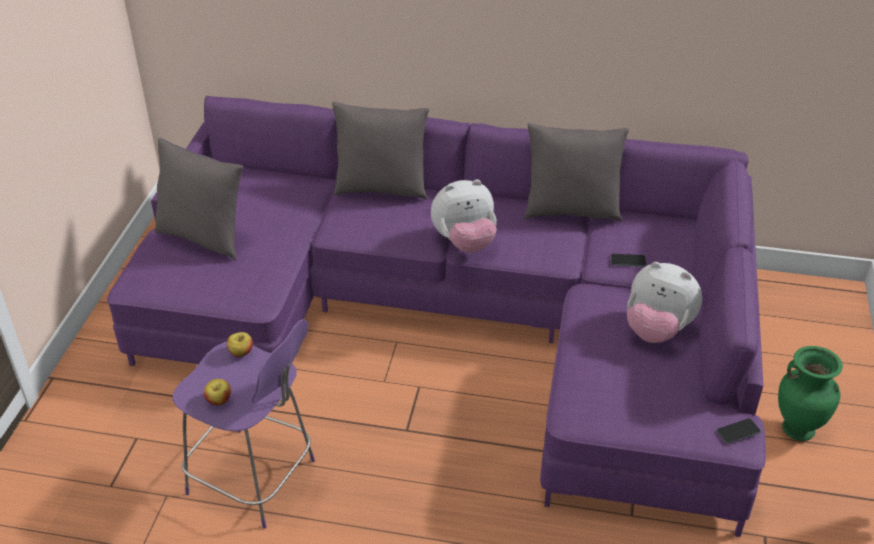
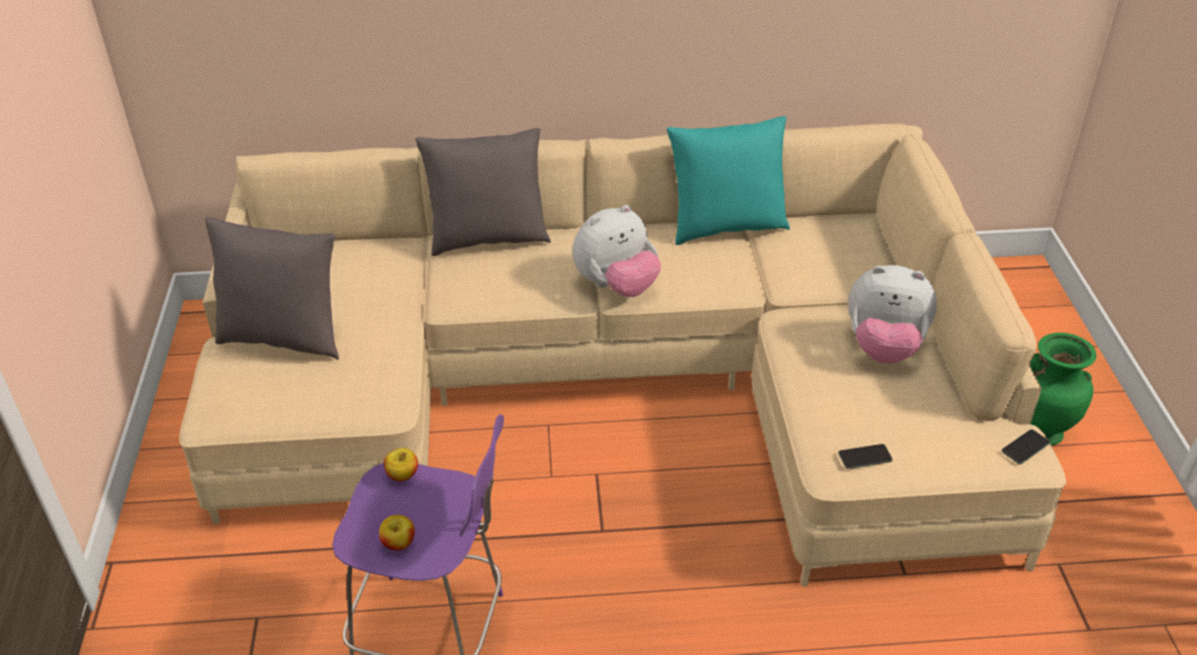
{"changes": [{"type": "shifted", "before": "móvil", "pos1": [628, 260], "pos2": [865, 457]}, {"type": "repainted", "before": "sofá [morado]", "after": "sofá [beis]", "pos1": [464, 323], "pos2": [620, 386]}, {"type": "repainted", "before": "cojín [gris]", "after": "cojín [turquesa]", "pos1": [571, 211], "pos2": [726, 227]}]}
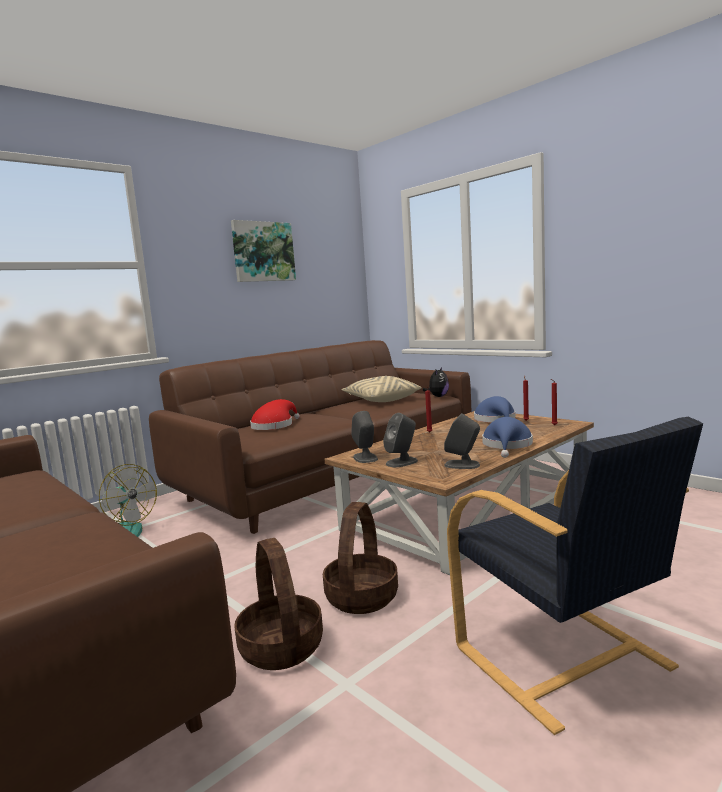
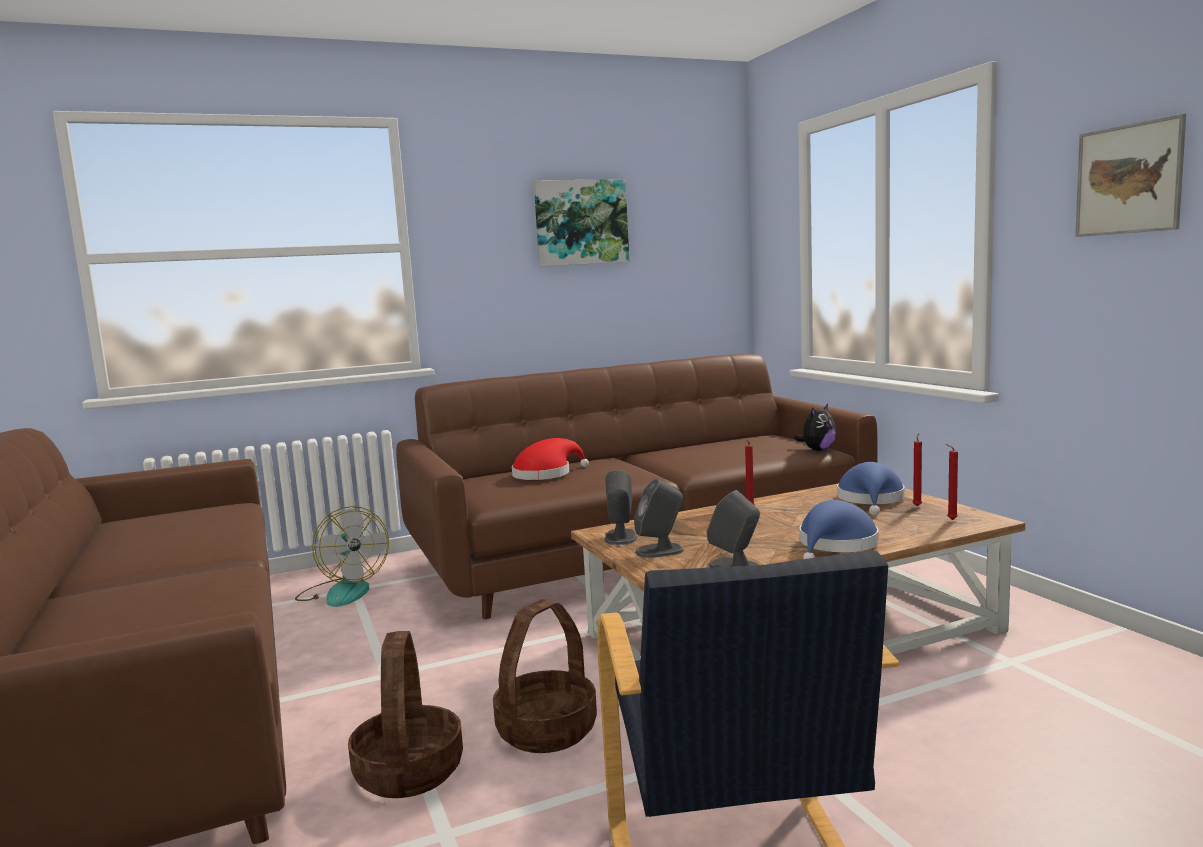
{"changes": [{"type": "gone", "before": "cojín [beis]", "pos1": [381, 400]}, {"type": "new", "after": "cuadro", "pos2": [1128, 179]}]}
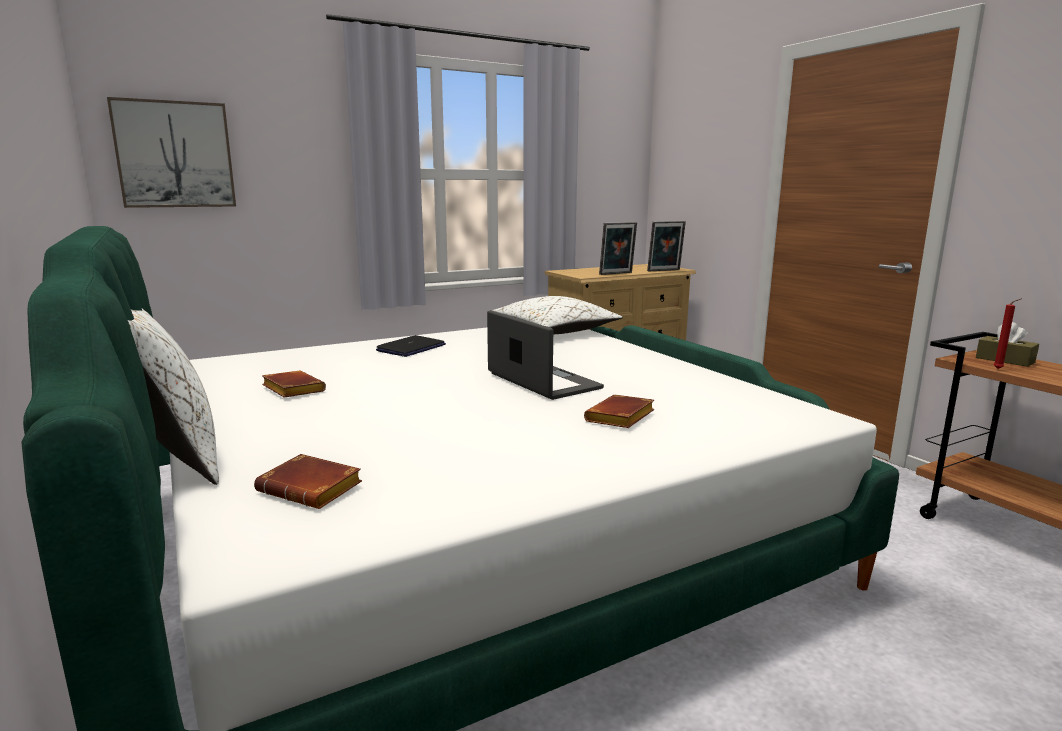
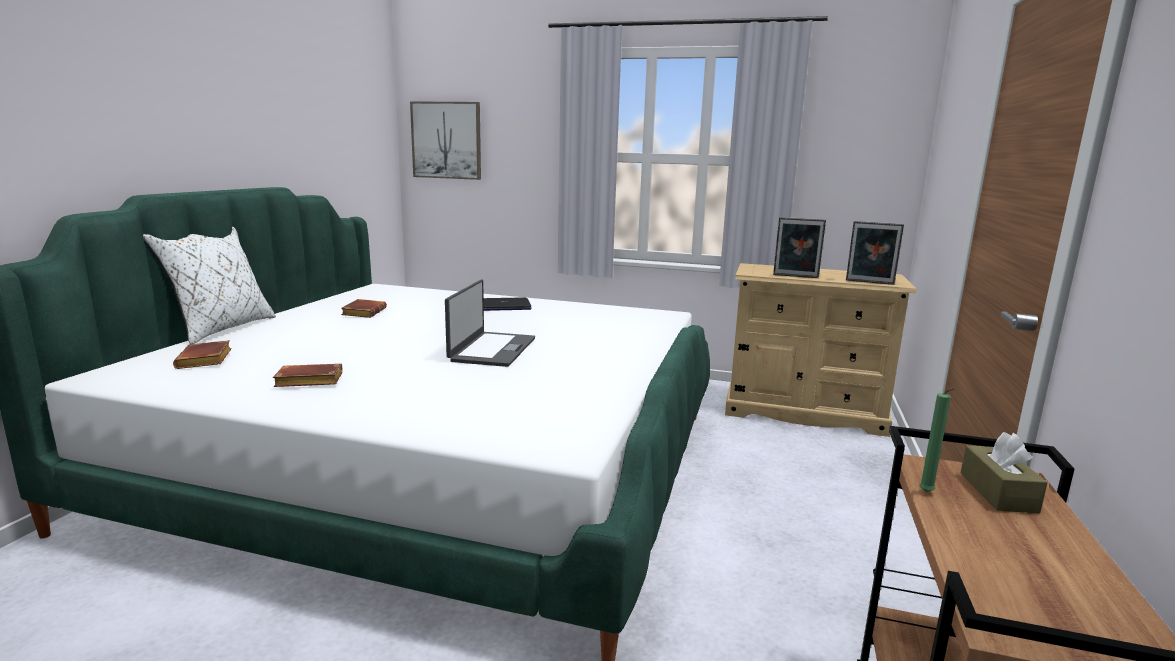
{"changes": [{"type": "gone", "before": "cojín [blanco]", "pos1": [555, 330]}, {"type": "shifted", "before": "libro [marrón]", "pos1": [621, 418], "pos2": [307, 382]}, {"type": "repainted", "before": "vela [rojo]", "after": "vela [verde]", "pos1": [999, 369], "pos2": [927, 493]}]}
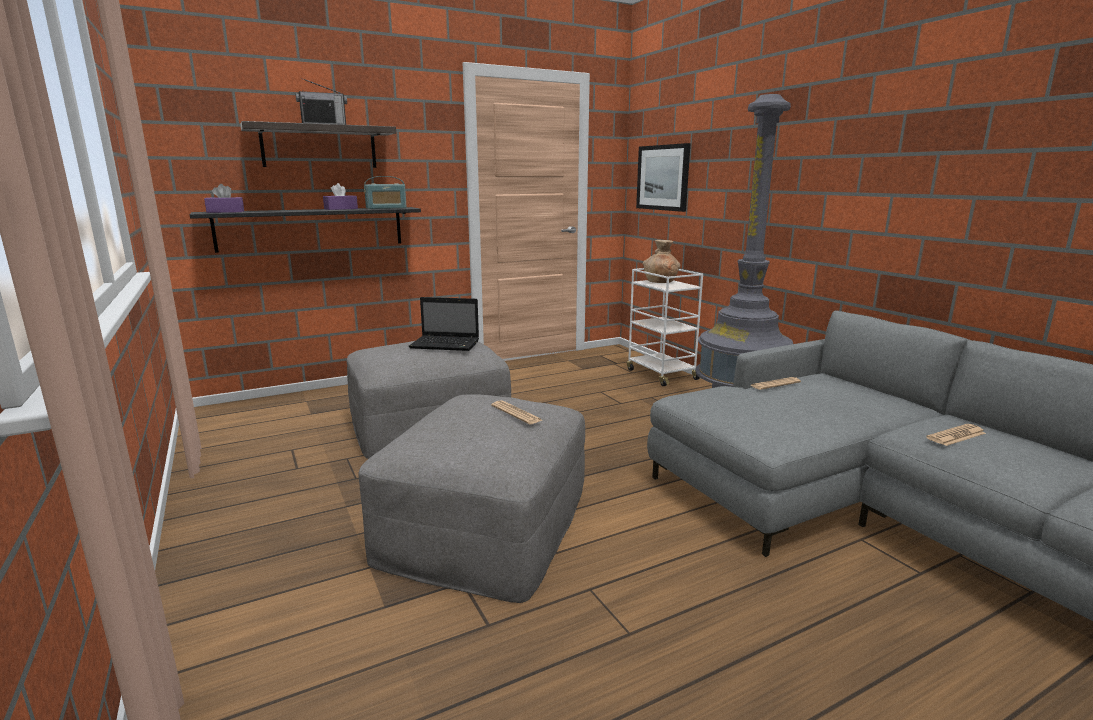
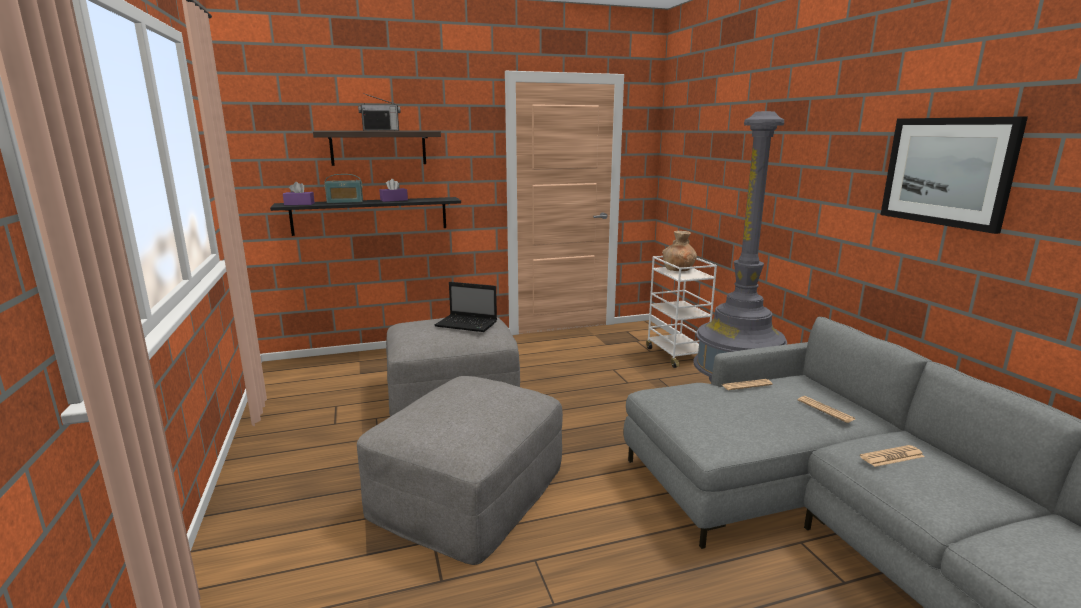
{"changes": [{"type": "shifted", "before": "radio", "pos1": [386, 208], "pos2": [345, 202]}, {"type": "shifted", "before": "periódico", "pos1": [516, 413], "pos2": [825, 410]}, {"type": "shifted", "before": "cuadro", "pos1": [663, 177], "pos2": [947, 171]}]}
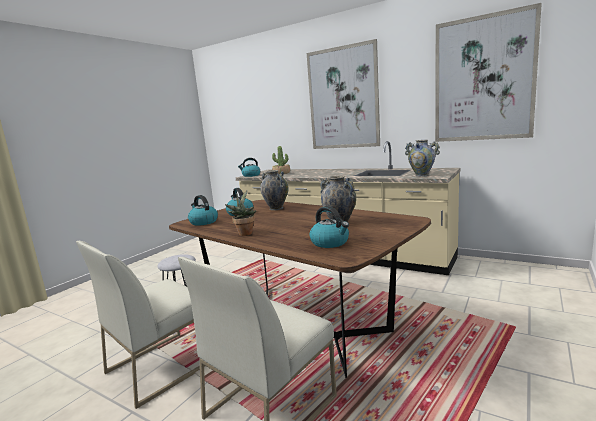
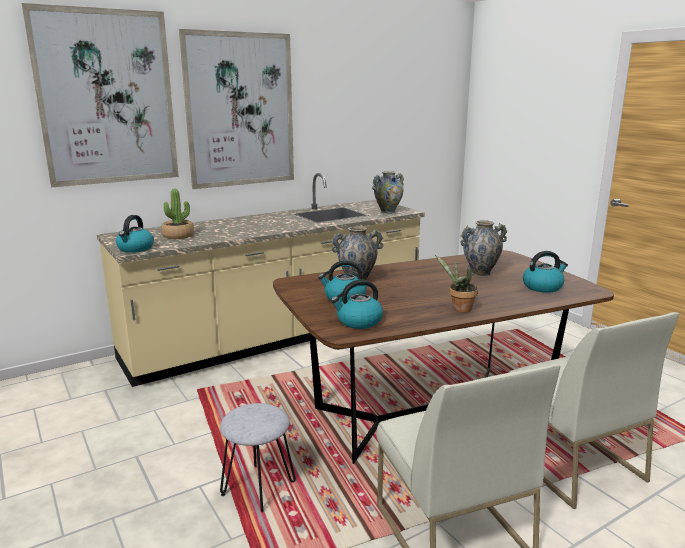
{"changes": [{"type": "shifted", "before": "cuadro", "pos1": [483, 79], "pos2": [107, 98]}]}
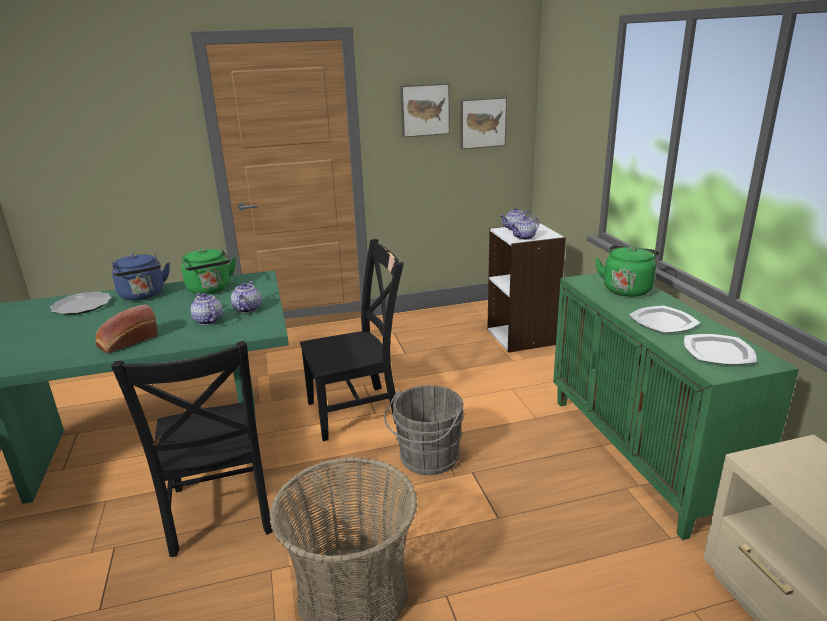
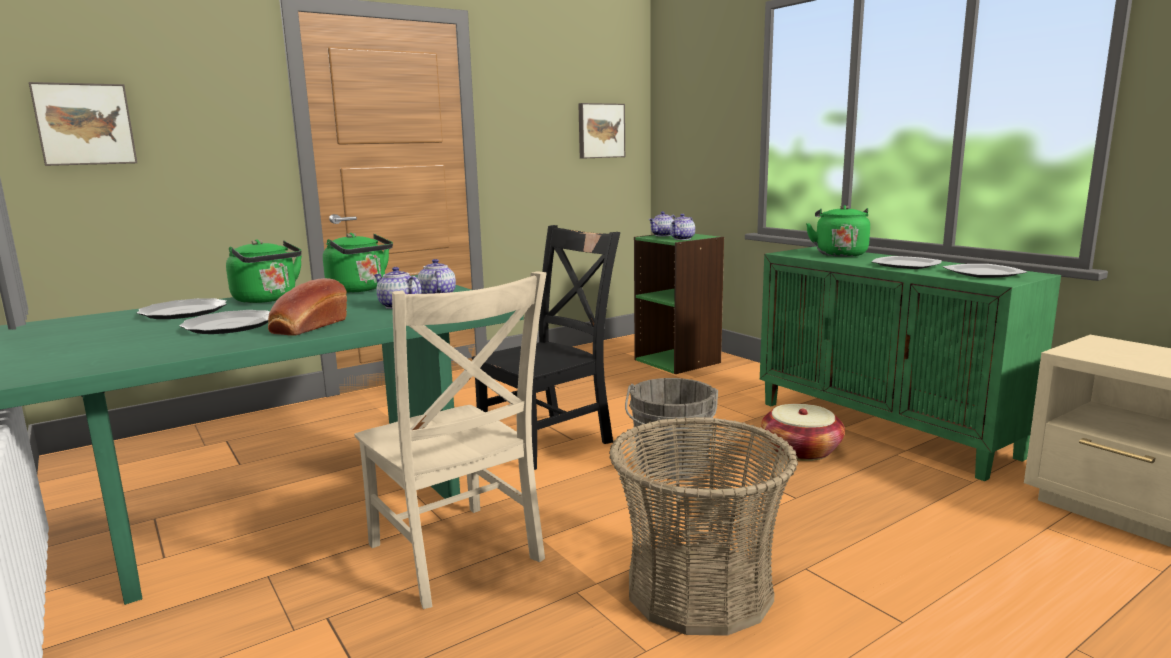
{"changes": [{"type": "new", "after": "plato", "pos2": [229, 326]}, {"type": "new", "after": "cesta", "pos2": [801, 450]}, {"type": "shifted", "before": "cuadro", "pos1": [424, 110], "pos2": [85, 124]}, {"type": "repainted", "before": "hervidor [azul]", "after": "hervidor [verde]", "pos1": [143, 295], "pos2": [268, 299]}, {"type": "repainted", "before": "silla [negro]", "after": "silla [beis]", "pos1": [220, 514], "pos2": [457, 556]}, {"type": "repainted", "before": "estantería [blanco]", "after": "estantería [verde]", "pos1": [522, 336], "pos2": [678, 361]}]}
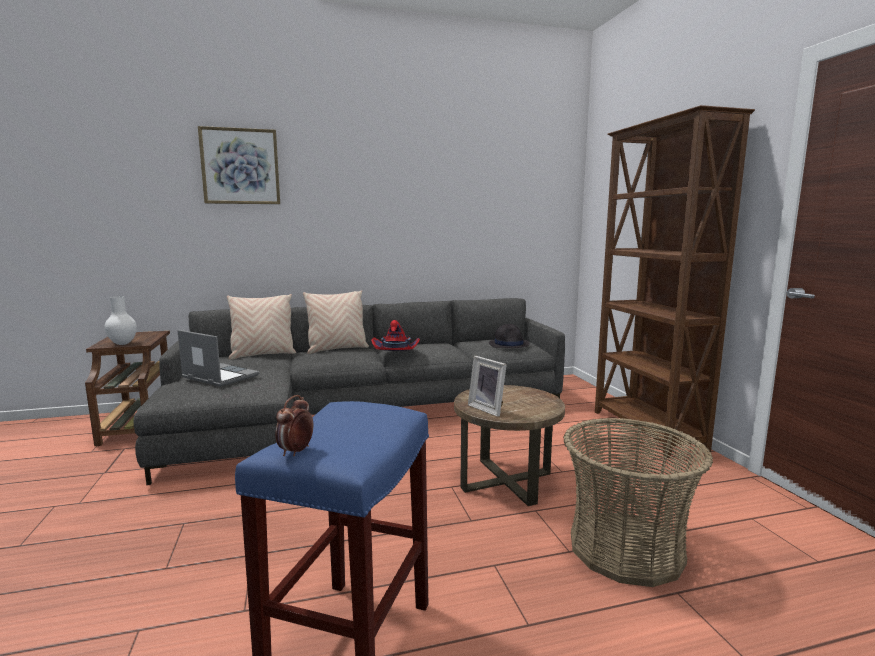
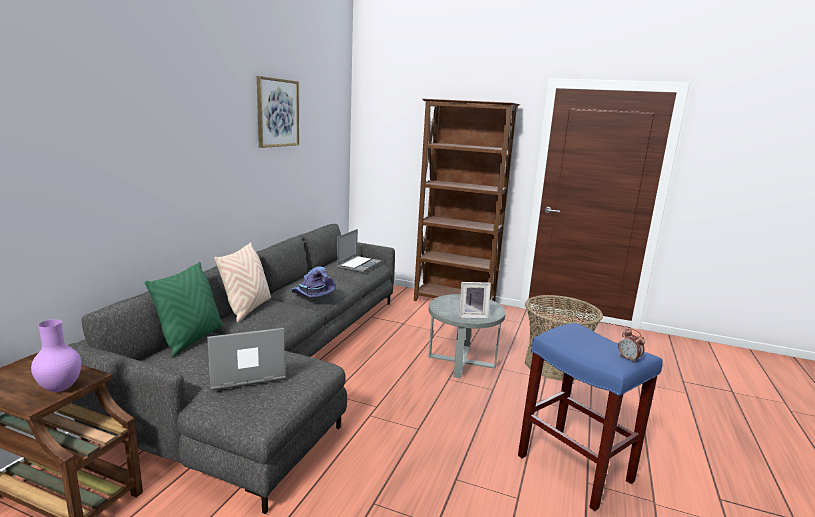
{"changes": [{"type": "shifted", "before": "cuadro", "pos1": [240, 166], "pos2": [277, 113]}, {"type": "swapped", "before": "sombrero [negro]", "after": "portátil", "pos1": [509, 344], "pos2": [359, 265]}, {"type": "repainted", "before": "florero [blanco]", "after": "florero [morado]", "pos1": [123, 343], "pos2": [60, 388]}, {"type": "repainted", "before": "cojín [beis]", "after": "cojín [verde]", "pos1": [263, 355], "pos2": [191, 340]}, {"type": "repainted", "before": "sombrero [rojo]", "after": "sombrero [morado]", "pos1": [396, 353], "pos2": [311, 296]}, {"type": "repainted", "before": "mesa auxiliar [marrón]", "after": "mesa auxiliar [gris]", "pos1": [506, 480], "pos2": [461, 361]}]}
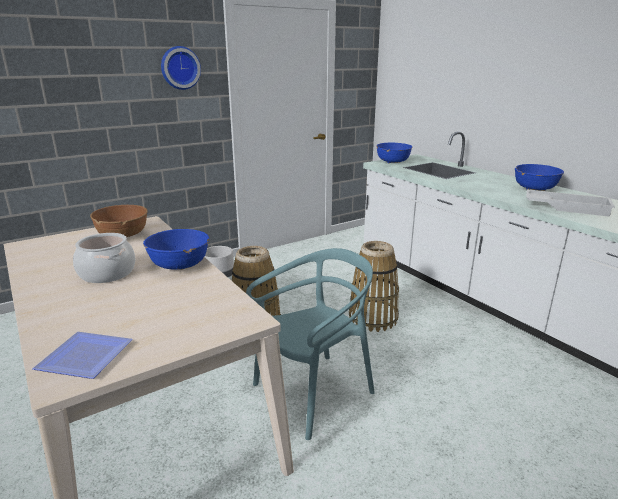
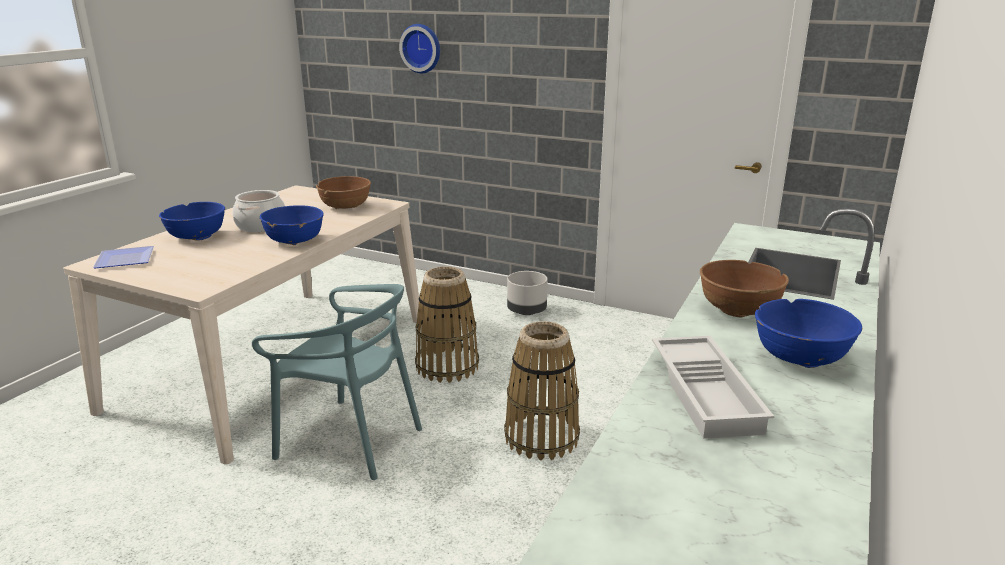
{"changes": [{"type": "new", "after": "cuenco [marrón]", "pos2": [738, 309]}, {"type": "shifted", "before": "reloj de pared", "pos1": [180, 68], "pos2": [422, 48]}, {"type": "shifted", "before": "cuenco [azul]", "pos1": [393, 162], "pos2": [196, 237]}]}
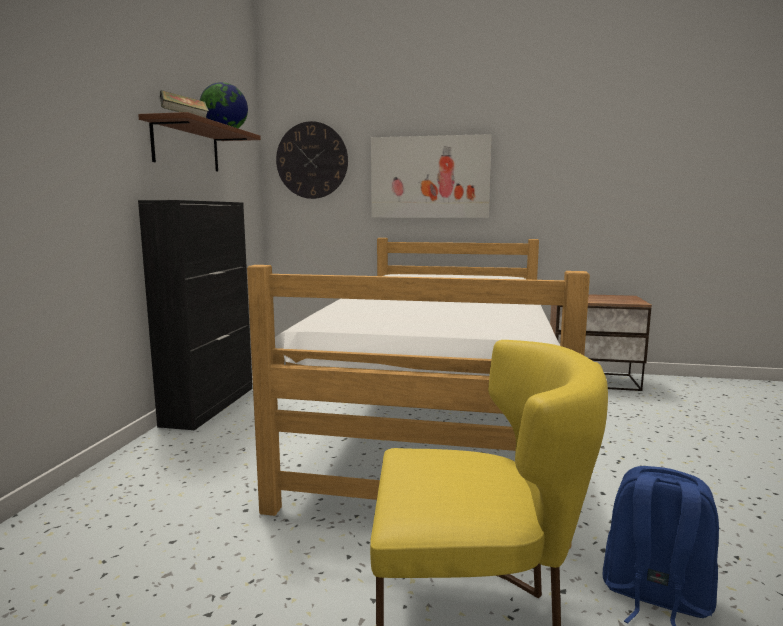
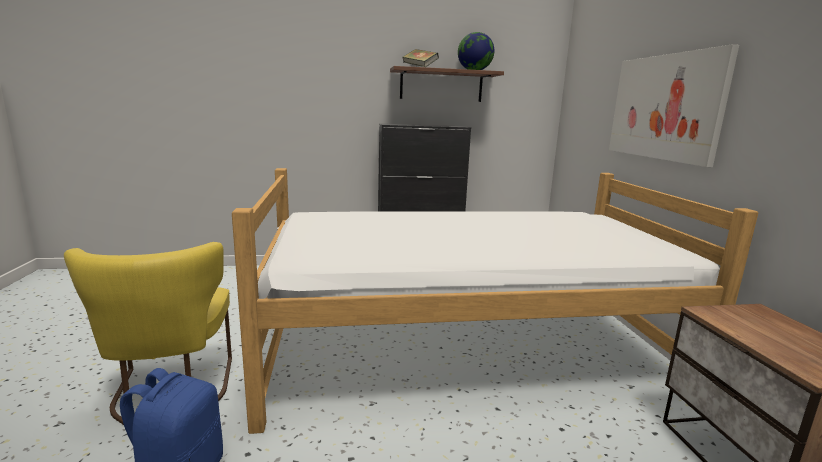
{"changes": [{"type": "gone", "before": "reloj de pared", "pos1": [312, 160]}]}
